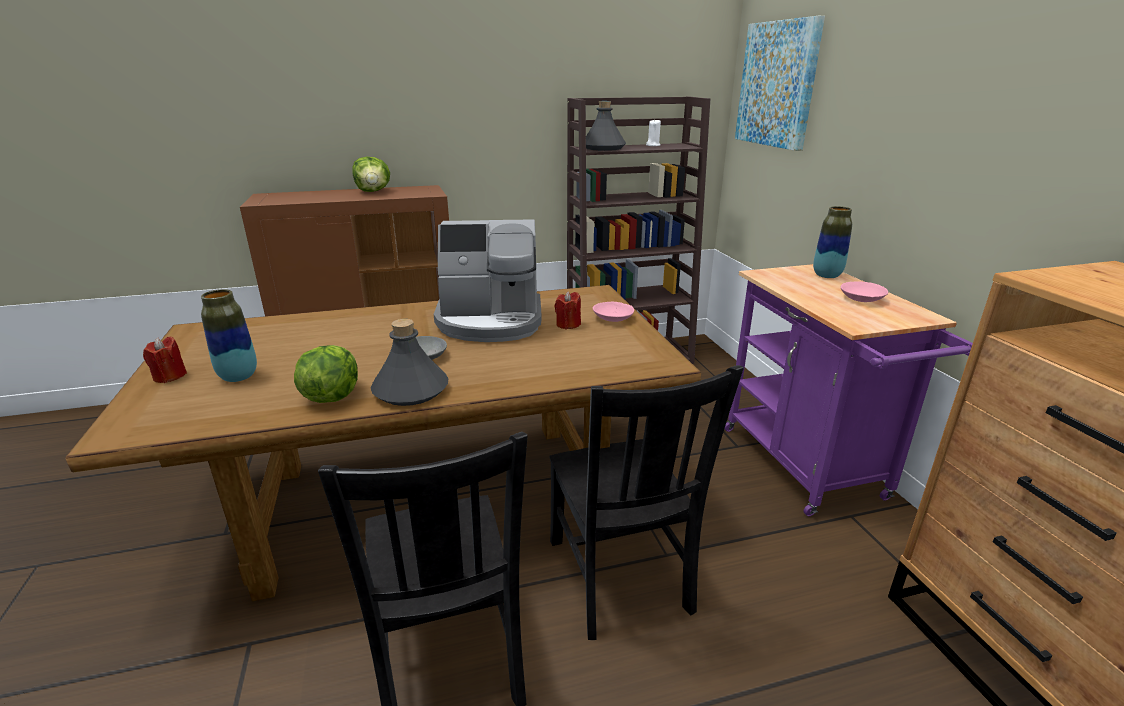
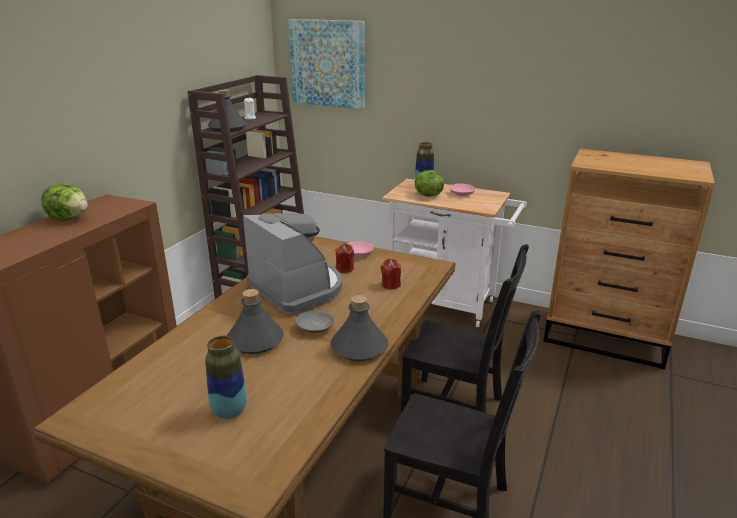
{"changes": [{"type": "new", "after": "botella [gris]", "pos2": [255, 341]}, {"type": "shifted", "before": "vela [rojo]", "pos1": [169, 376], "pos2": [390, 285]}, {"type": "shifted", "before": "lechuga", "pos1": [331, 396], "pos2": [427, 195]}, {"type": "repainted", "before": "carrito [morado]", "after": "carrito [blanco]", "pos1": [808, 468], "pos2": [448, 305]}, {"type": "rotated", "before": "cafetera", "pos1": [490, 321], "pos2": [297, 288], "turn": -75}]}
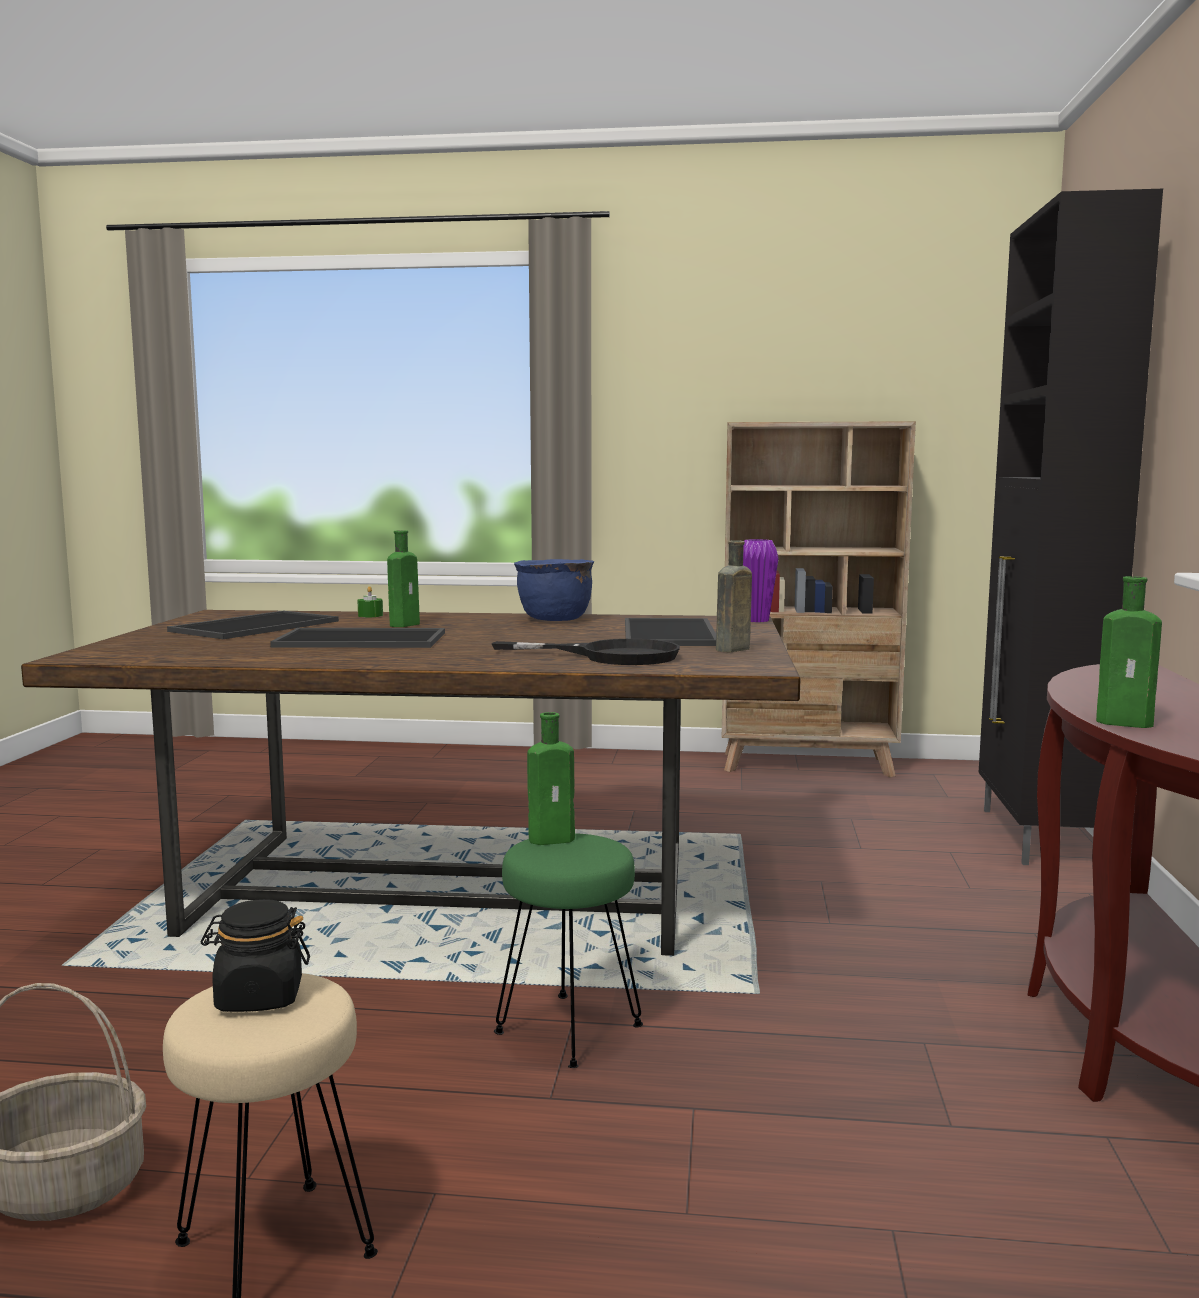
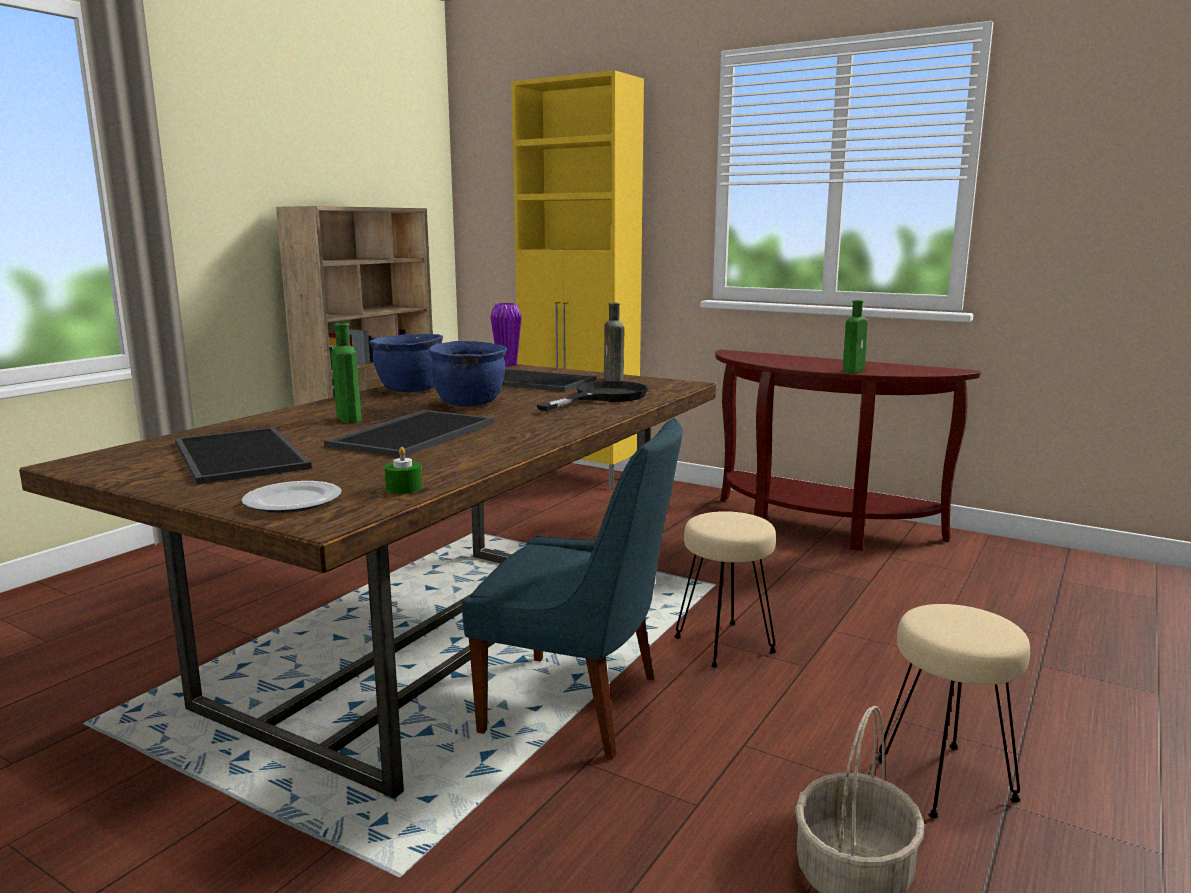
{"changes": [{"type": "gone", "before": "tarro [negro]", "pos1": [258, 997]}, {"type": "gone", "before": "botella [verde]", "pos1": [555, 839]}, {"type": "new", "after": "plato", "pos2": [293, 501]}, {"type": "new", "after": "olla [azul]", "pos2": [470, 403]}, {"type": "new", "after": "silla [azul]", "pos2": [578, 705]}, {"type": "shifted", "before": "vela [verde]", "pos1": [370, 615], "pos2": [404, 488]}, {"type": "repainted", "before": "taburete [verde]", "after": "taburete [beis]", "pos1": [569, 1030], "pos2": [725, 644]}, {"type": "repainted", "before": "armario [negro]", "after": "armario [amarillo]", "pos1": [1036, 838], "pos2": [580, 475]}]}
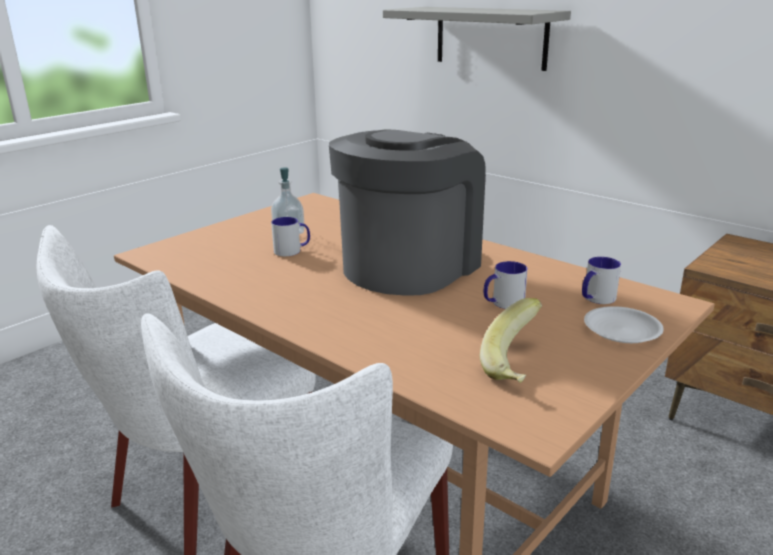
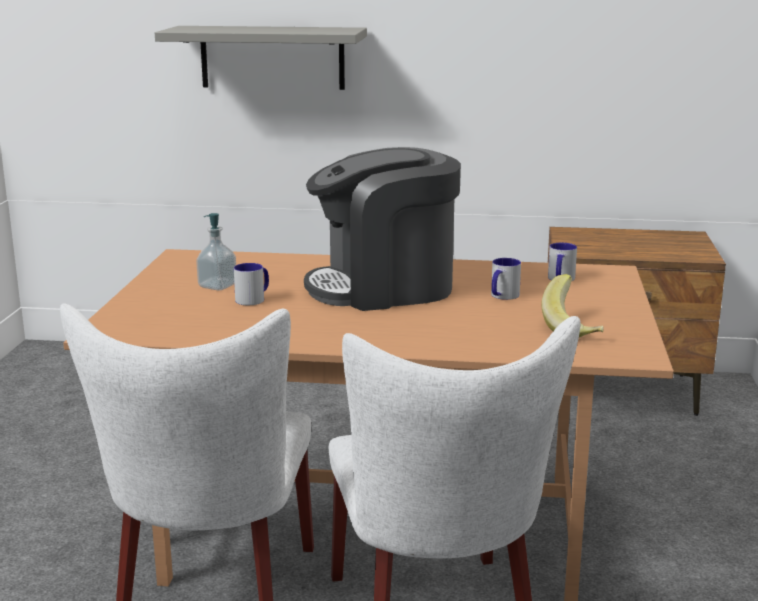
{"changes": [{"type": "gone", "before": "plato [blanco]", "pos1": [623, 330]}, {"type": "rotated", "before": "cafetera", "pos1": [409, 266], "pos2": [384, 288], "turn": -105}]}
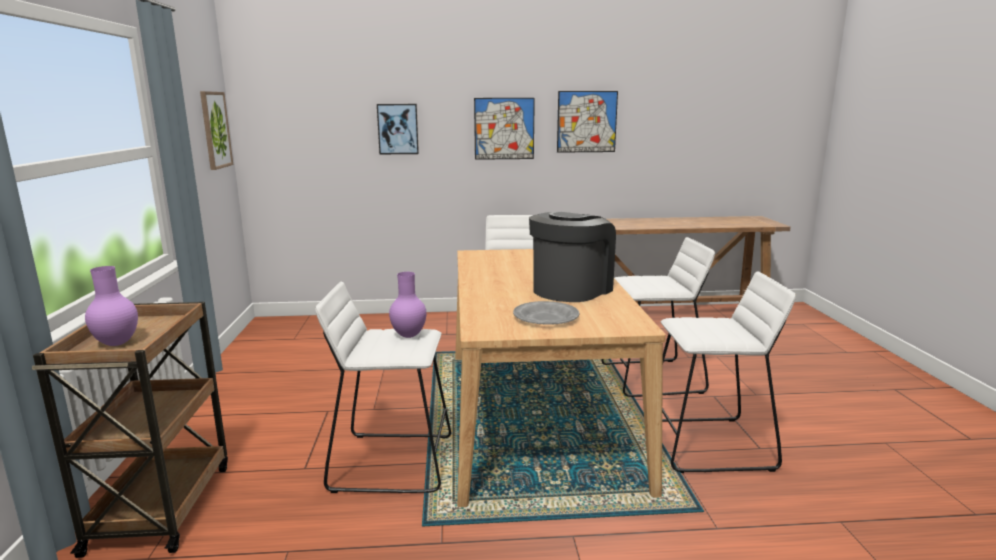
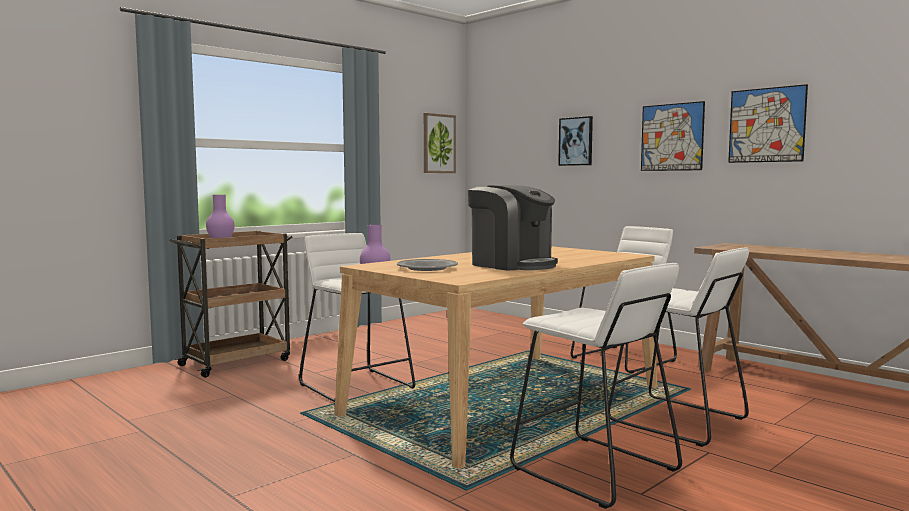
{"changes": [{"type": "rotated", "before": "cafetera", "pos1": [571, 289], "pos2": [512, 264], "turn": 45}]}
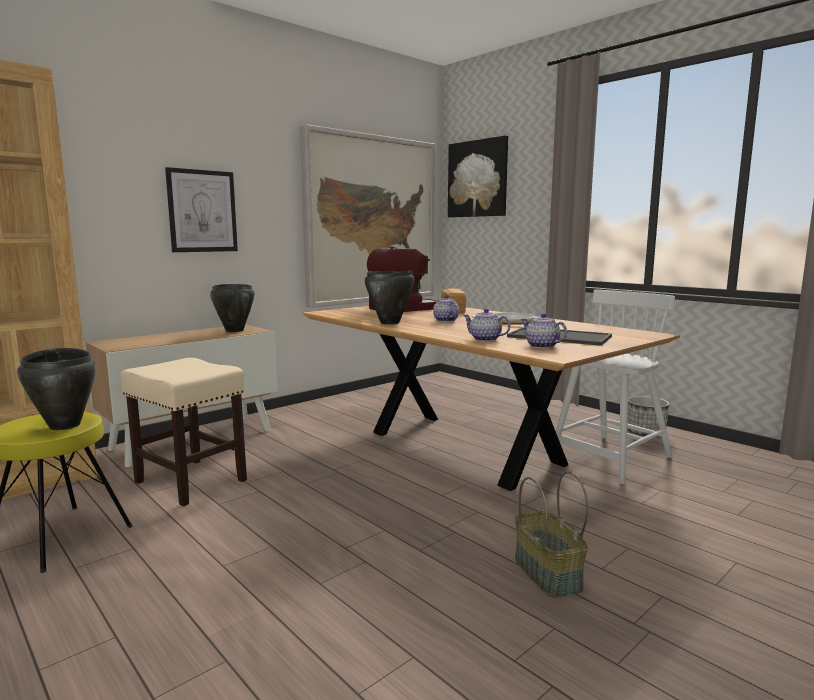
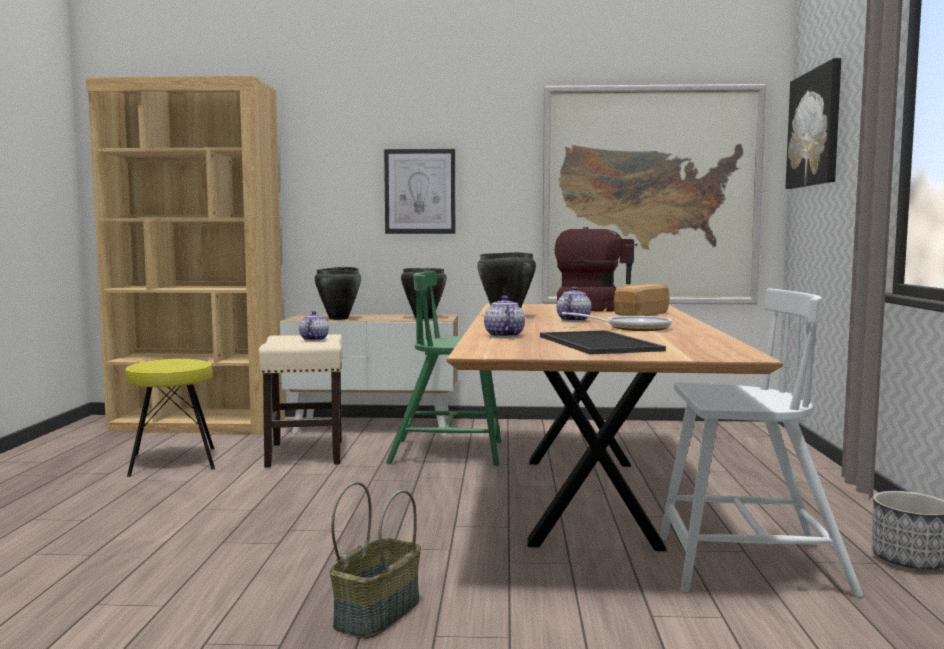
{"changes": [{"type": "new", "after": "silla [verde]", "pos2": [449, 453]}, {"type": "shifted", "before": "olla [negro]", "pos1": [65, 425], "pos2": [339, 318]}, {"type": "shifted", "before": "tetera", "pos1": [541, 346], "pos2": [314, 339]}]}
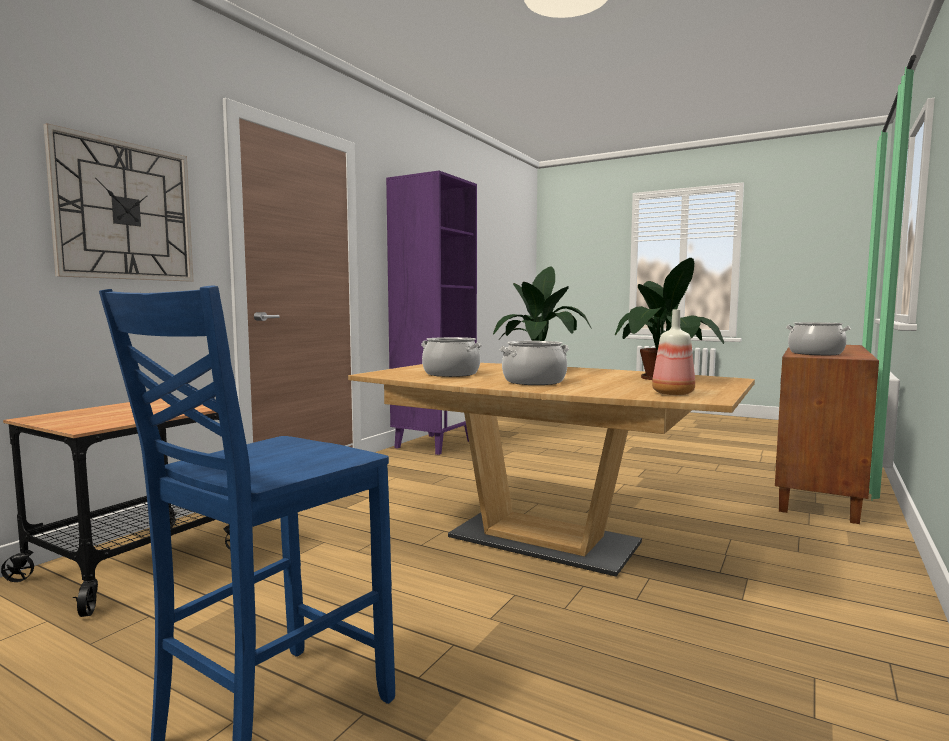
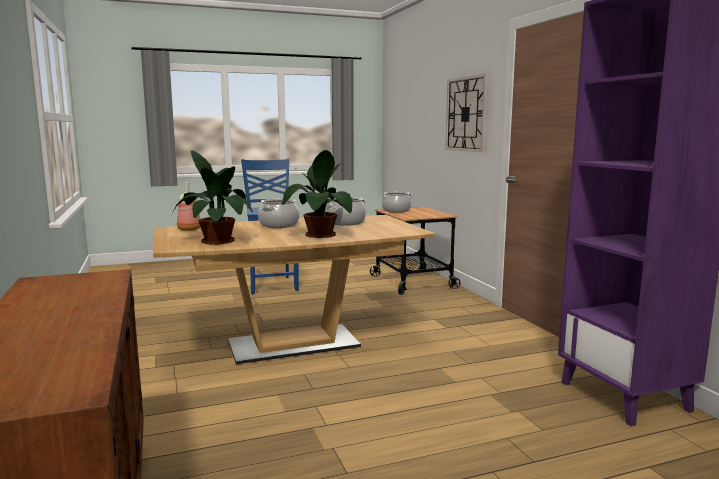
{"changes": [{"type": "shifted", "before": "olla", "pos1": [816, 353], "pos2": [396, 210]}]}
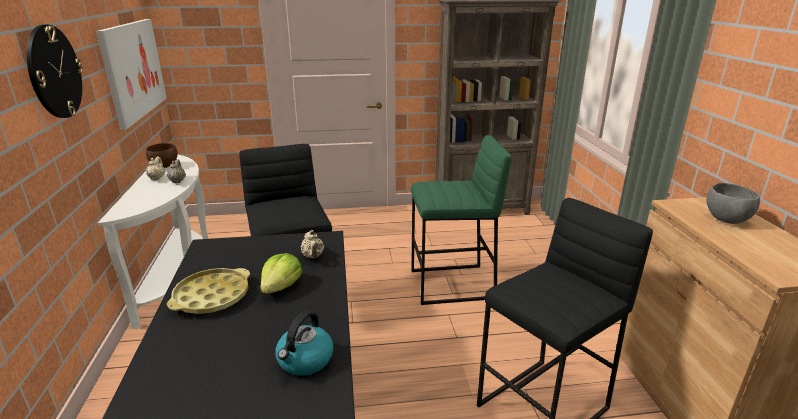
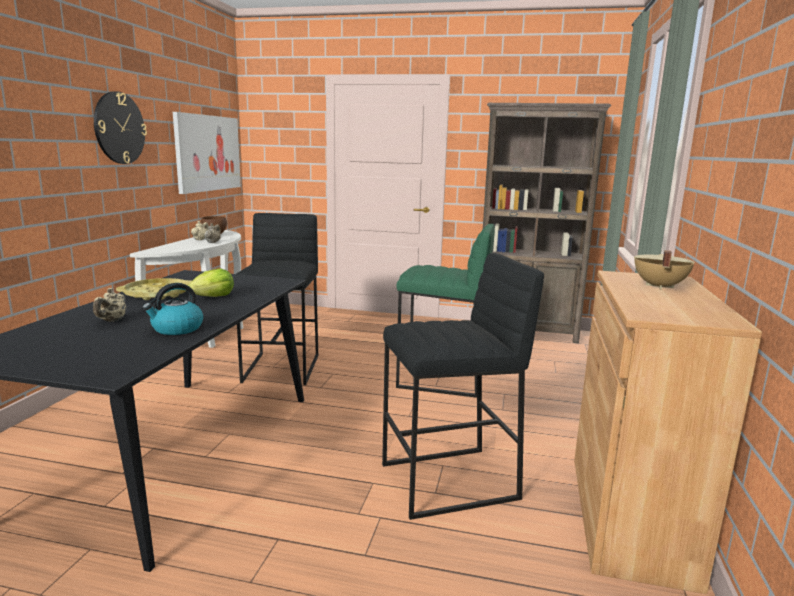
{"changes": [{"type": "shifted", "before": "tetera [beis]", "pos1": [313, 257], "pos2": [112, 321]}, {"type": "swapped", "before": "cuenco [gris]", "after": "olla [beis]", "pos1": [726, 220], "pos2": [658, 286]}]}
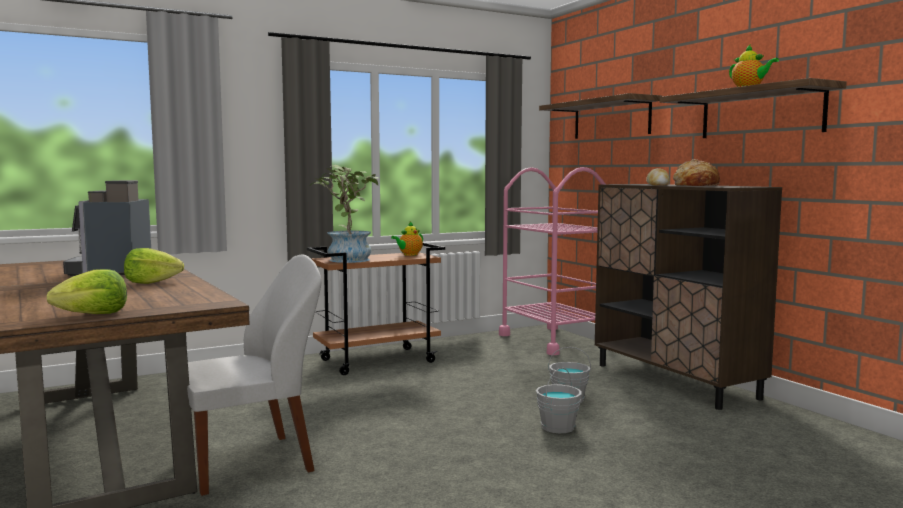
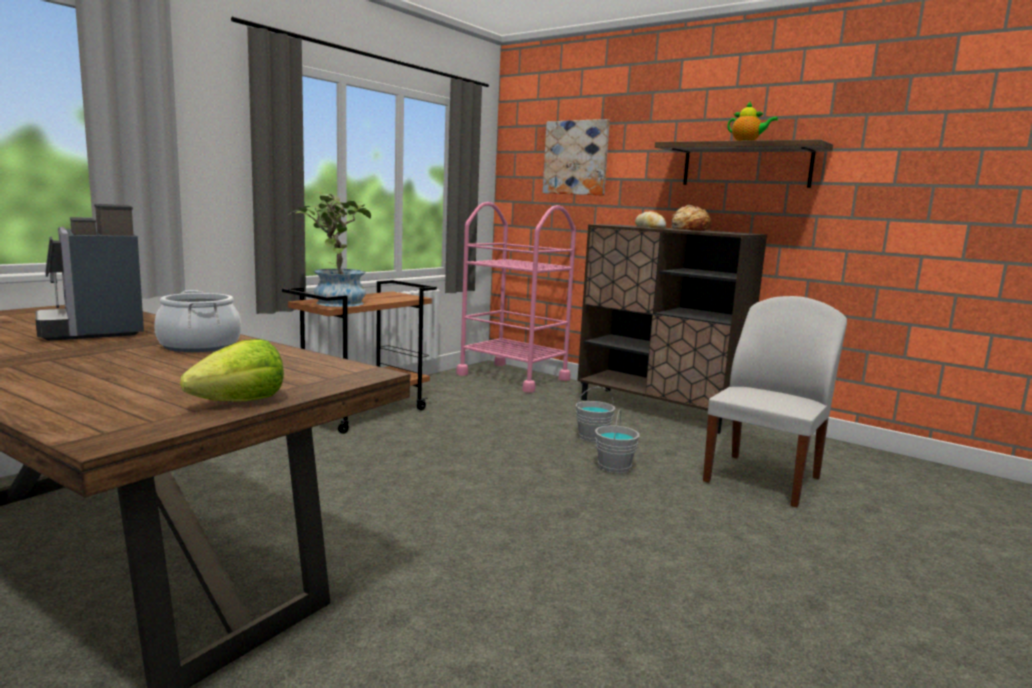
{"changes": [{"type": "gone", "before": "tetera", "pos1": [409, 254]}, {"type": "shifted", "before": "silla [blanco]", "pos1": [251, 463], "pos2": [763, 479]}, {"type": "swapped", "before": "lechuga", "after": "olla", "pos1": [151, 282], "pos2": [199, 346]}, {"type": "swapped", "before": "estante", "after": "cuadro", "pos1": [611, 119], "pos2": [576, 158]}]}
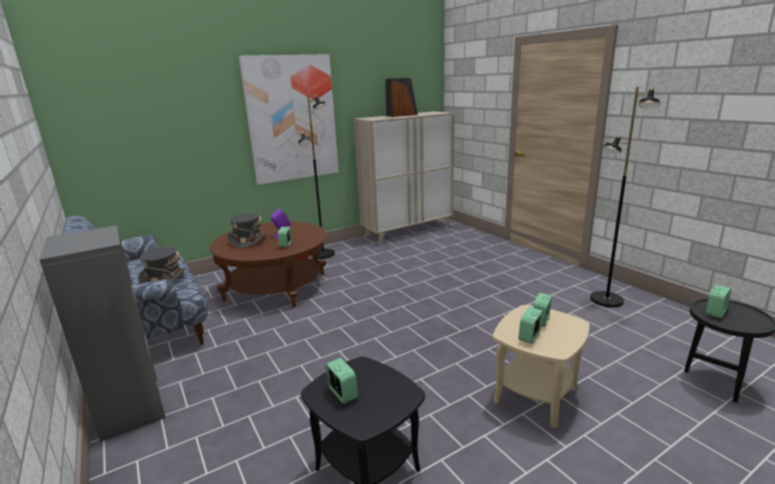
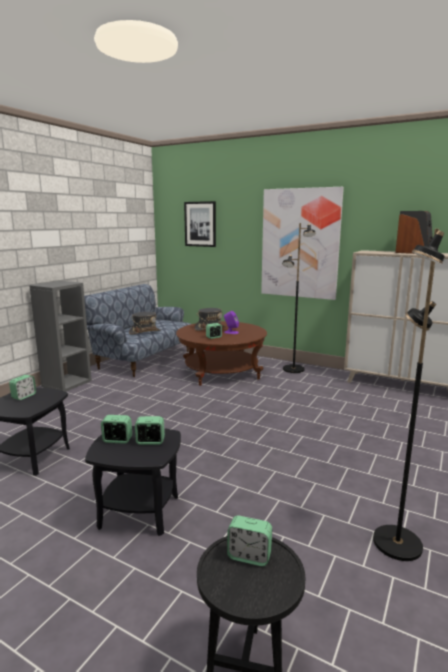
{"changes": [{"type": "new", "after": "cuadro", "pos2": [200, 224]}, {"type": "repainted", "before": "mesa auxiliar [beis]", "after": "mesa auxiliar [negro]", "pos1": [535, 396], "pos2": [139, 512]}]}
